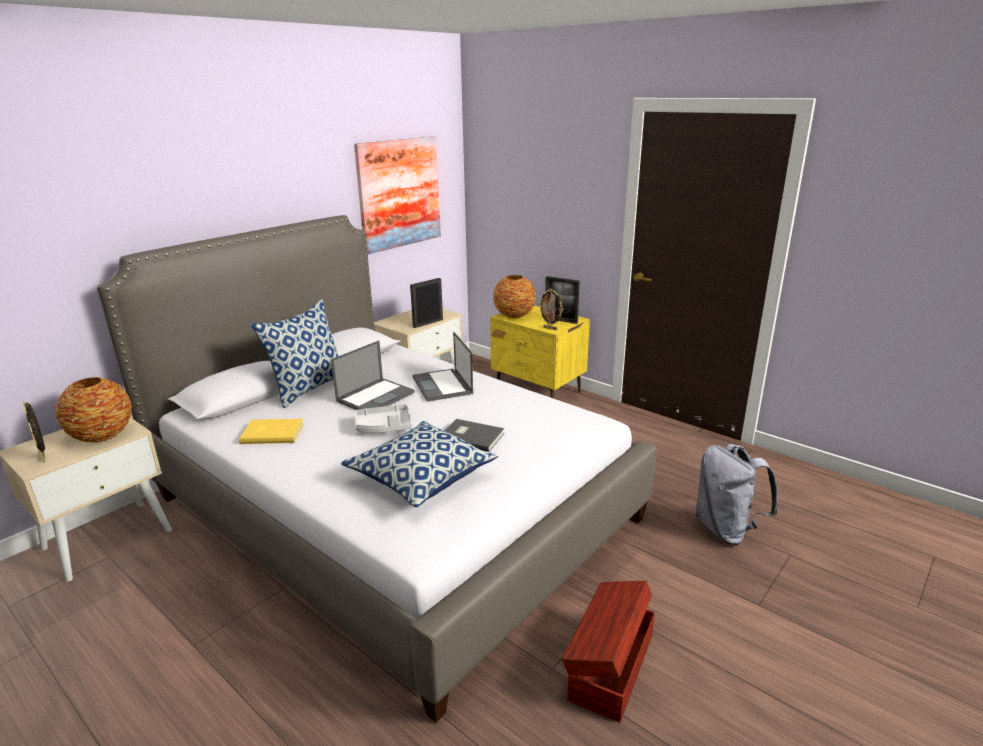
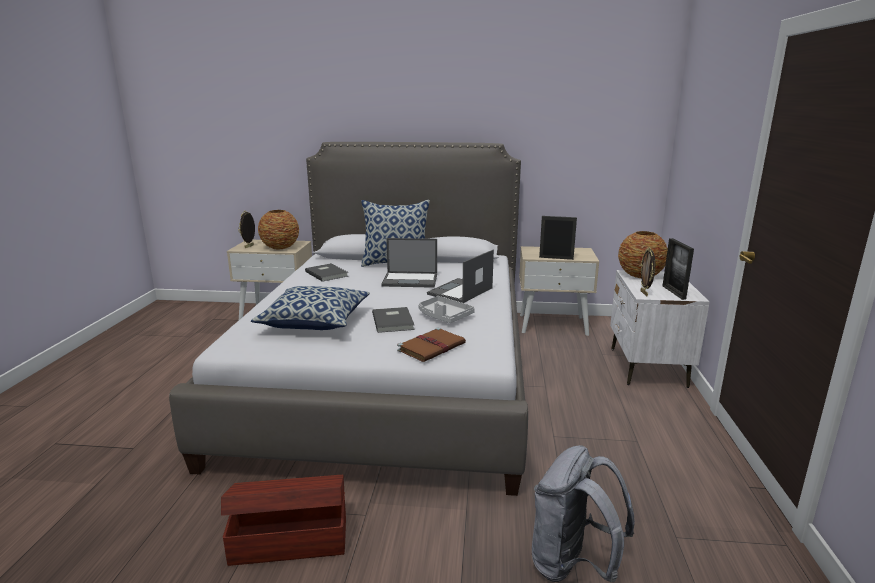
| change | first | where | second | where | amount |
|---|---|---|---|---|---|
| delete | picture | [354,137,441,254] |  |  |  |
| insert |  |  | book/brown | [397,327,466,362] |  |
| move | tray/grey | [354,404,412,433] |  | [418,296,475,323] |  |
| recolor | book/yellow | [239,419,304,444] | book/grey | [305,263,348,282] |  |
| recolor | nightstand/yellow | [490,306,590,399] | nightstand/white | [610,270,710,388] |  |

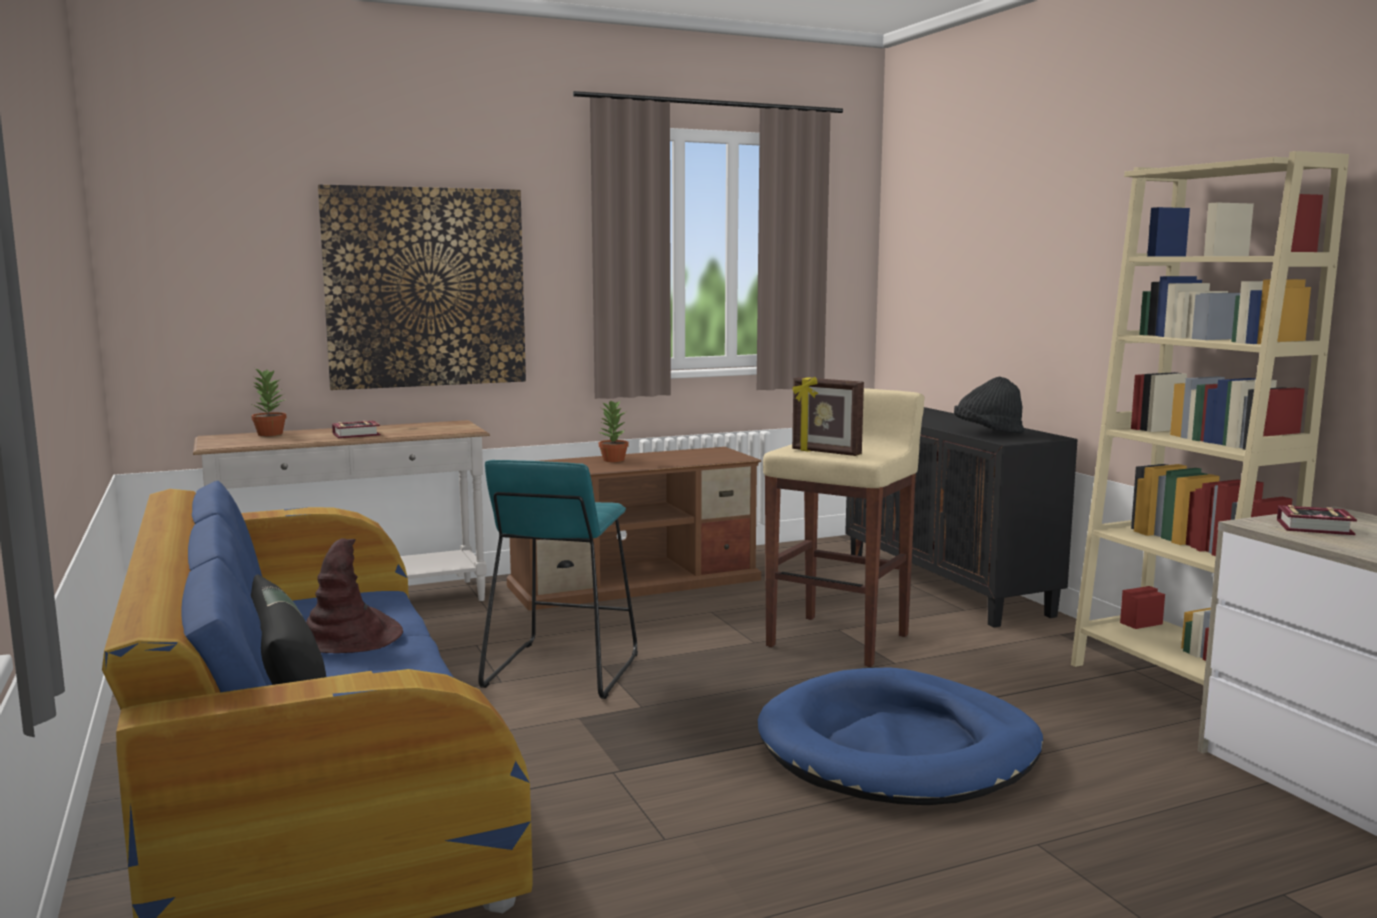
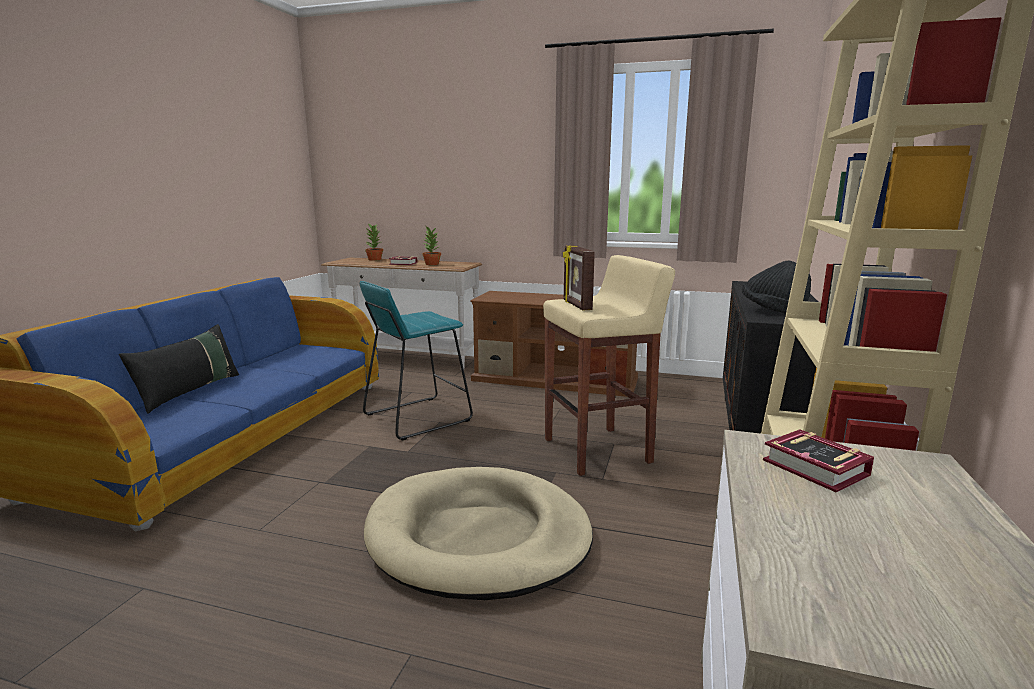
| change | first | where | second | where | amount |
|---|---|---|---|---|---|
| delete | hat/brown | [306,538,403,653] |  |  |  |
| delete | picture | [318,184,526,390] |  |  |  |
| move | potted plant | [598,400,629,462] |  | [422,227,441,265] |  |
| recolor | dog bed/blue | [758,667,1043,805] | dog bed/beige | [364,467,593,600] |  |

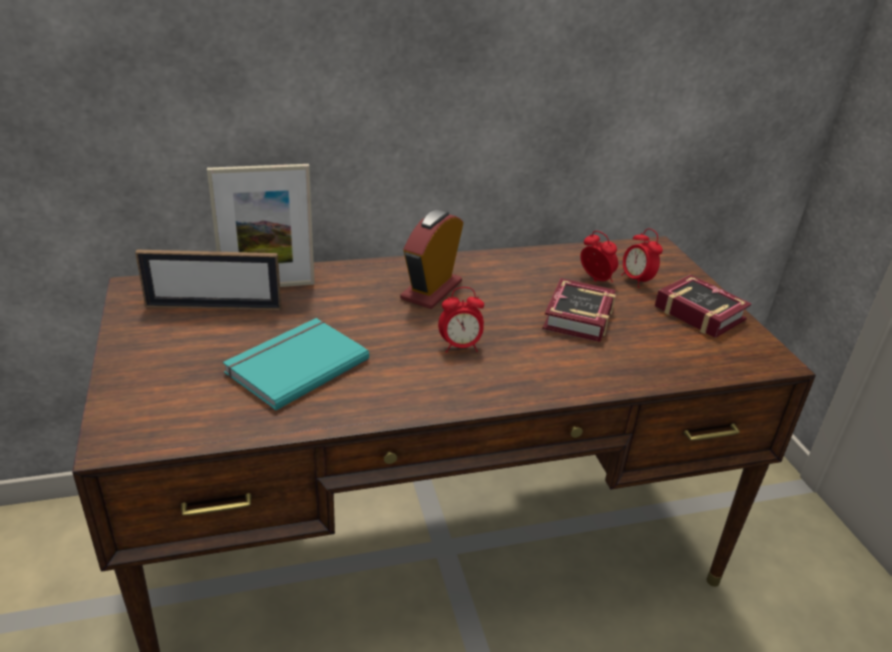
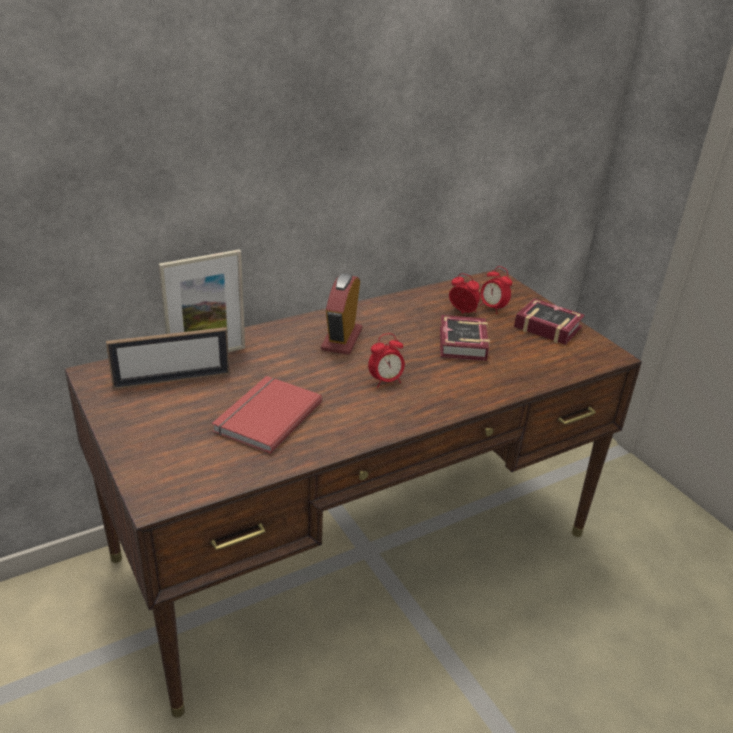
| change | first | where | second | where | amount |
|---|---|---|---|---|---|
| recolor | book/turquoise | [223,318,369,411] | book/red | [212,376,322,454] |  |

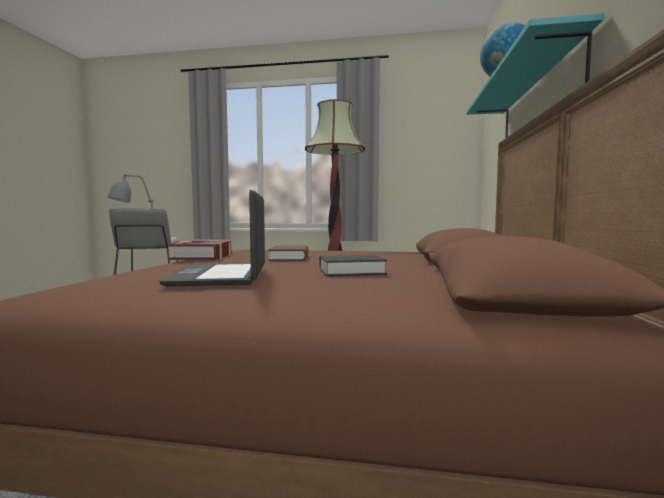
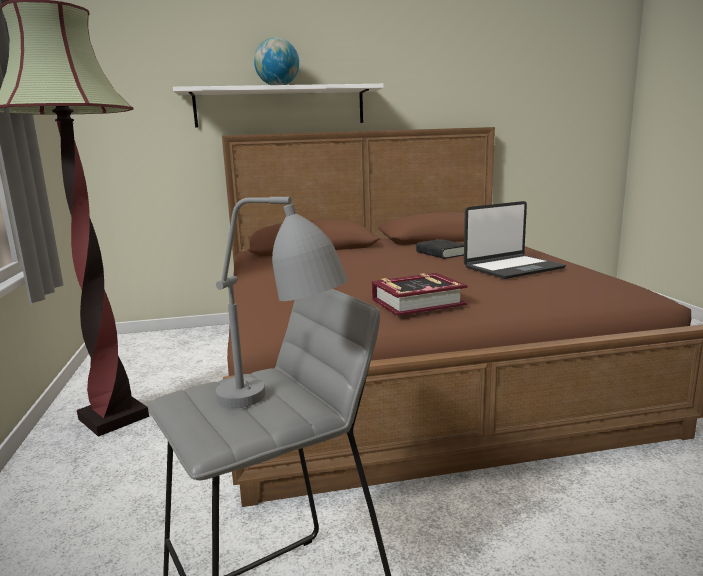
| change | first | where | second | where | amount |
|---|---|---|---|---|---|
| delete | book/brown | [268,246,309,261] |  |  |  |
| recolor | shelf/turquoise | [466,13,604,139] | shelf/white | [173,84,384,128] |  |

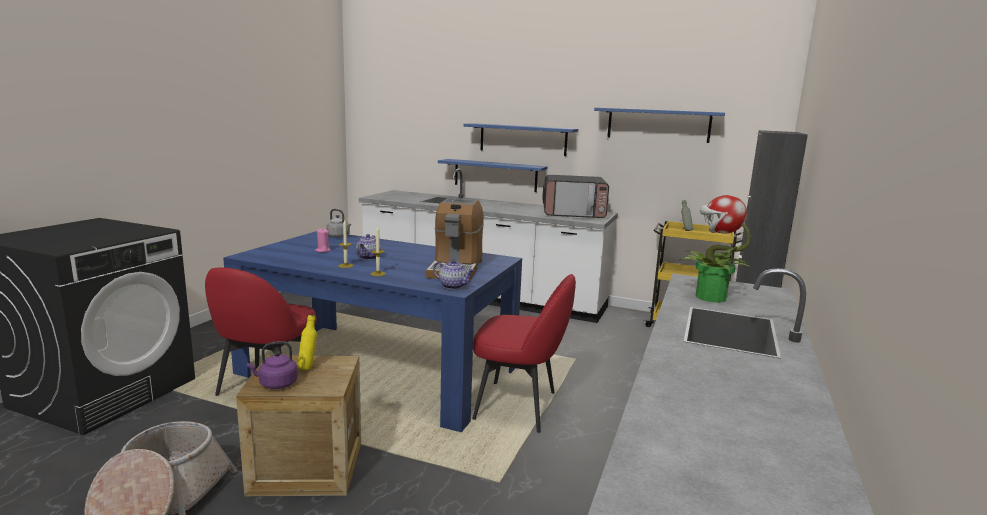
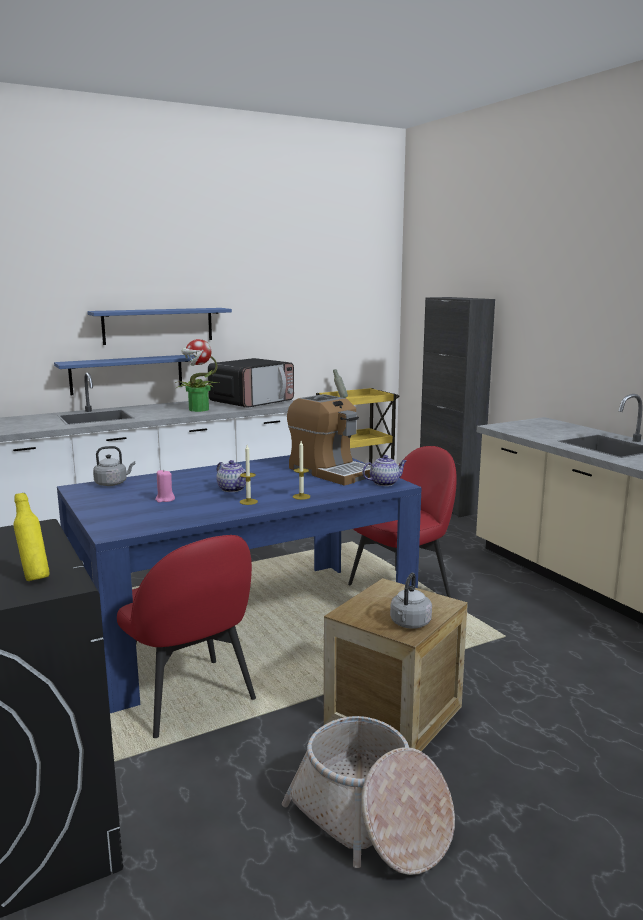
| change | first | where | second | where | amount |
|---|---|---|---|---|---|
| delete | shelf/blue | [594,108,725,143] |  |  |  |
| move | bottle/yellow | [298,315,317,370] |  | [14,493,50,581] |  |
| move | potted plant | [679,195,751,303] |  | [175,339,219,412] |  |
| recolor | kettle/purple | [247,341,298,389] | kettle/grey | [390,573,432,629] |  |

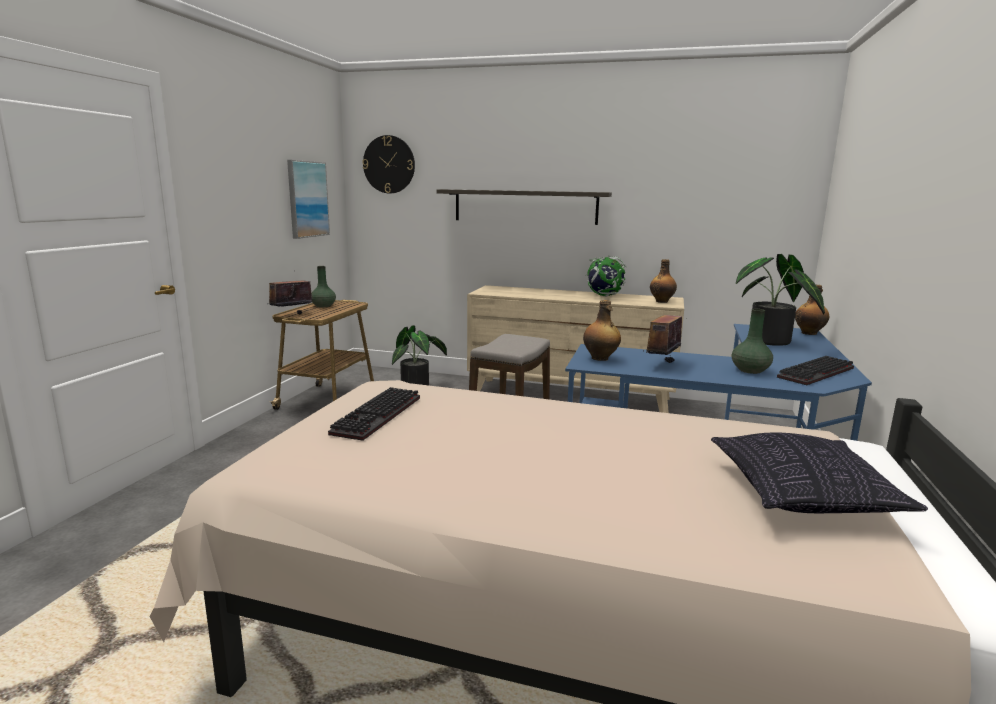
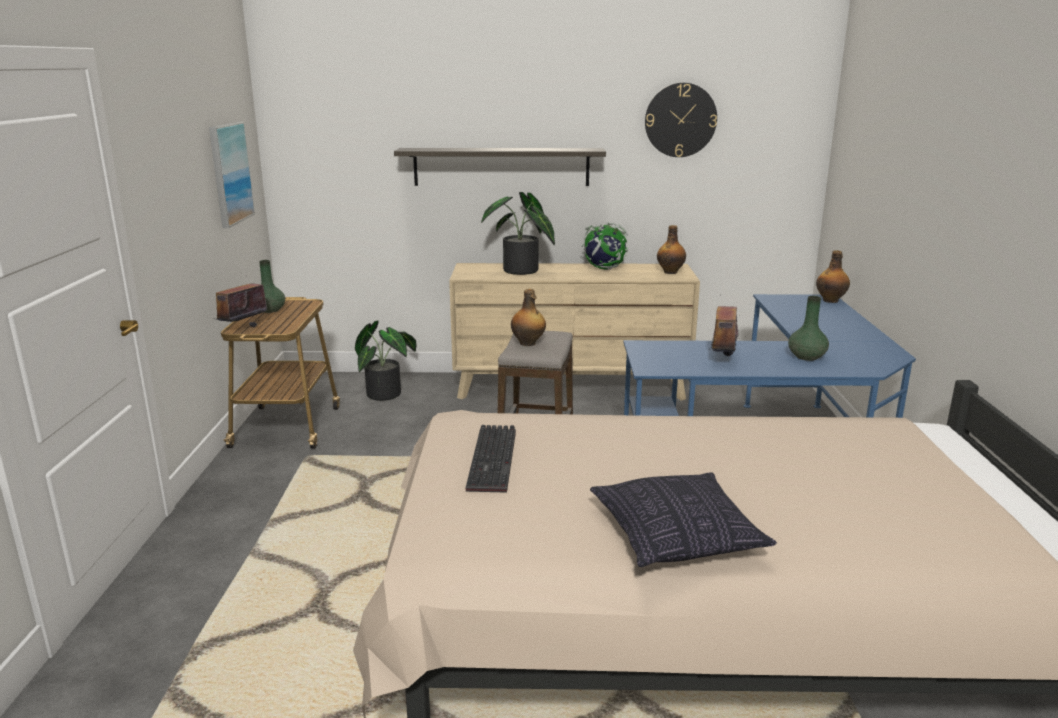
| change | first | where | second | where | amount |
|---|---|---|---|---|---|
| delete | keyboard | [777,356,854,385] |  |  |  |
| move | wall clock | [362,135,415,194] |  | [645,83,717,157] |  |
| move | bottle | [583,300,621,361] |  | [511,289,546,346] |  |
| move | pillow | [711,433,928,513] |  | [590,472,777,567] |  |
| move | potted plant | [736,254,825,346] |  | [481,192,555,275] |  |

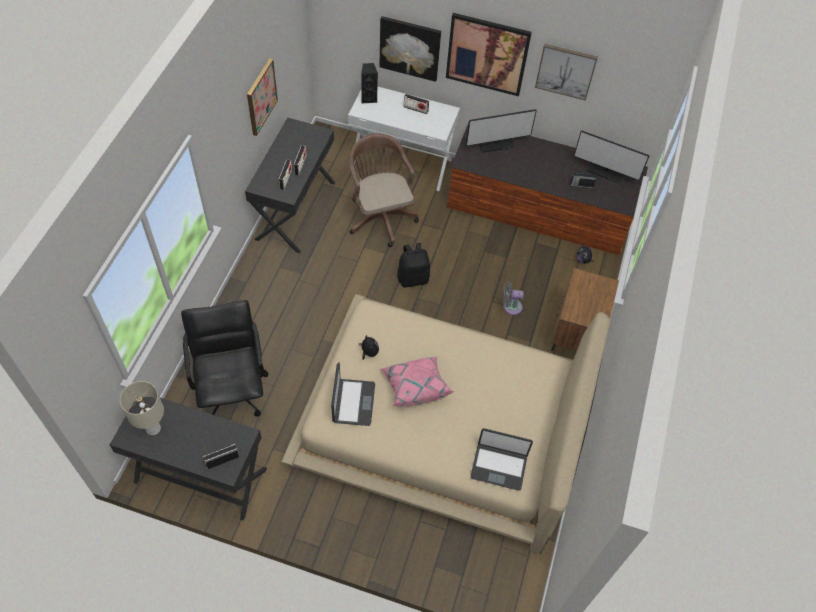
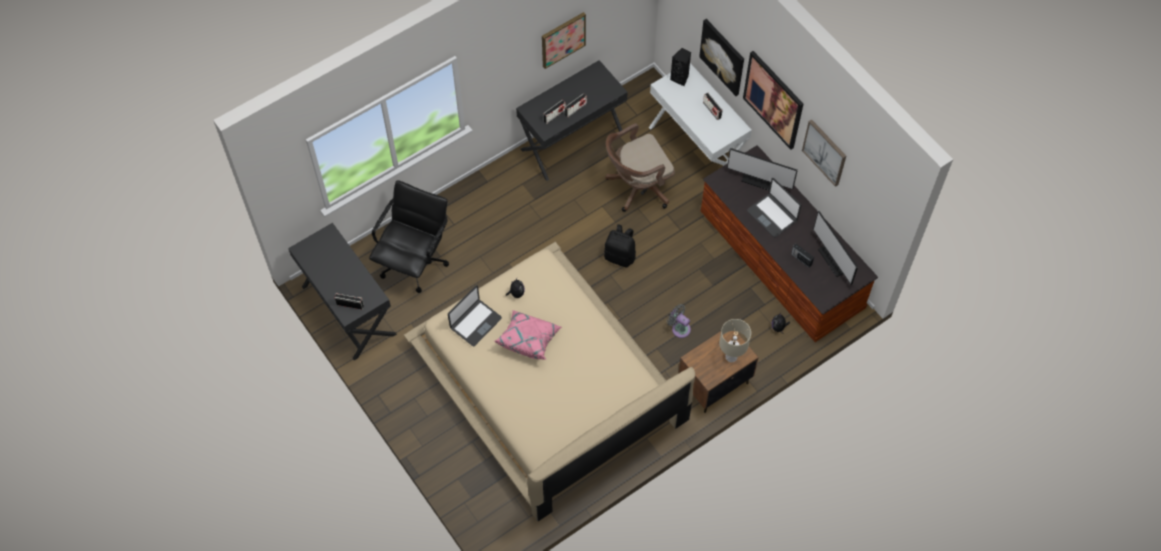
| change | first | where | second | where | amount |
|---|---|---|---|---|---|
| move | table lamp/beige | [120,381,164,435] |  | [719,319,751,362] |  |
| move | laptop | [471,428,533,491] |  | [747,178,801,238] |  |
| rotate | office chair/brown | [350,133,419,247] |  | [605,123,675,212] | 135 degrees counterclockwise |

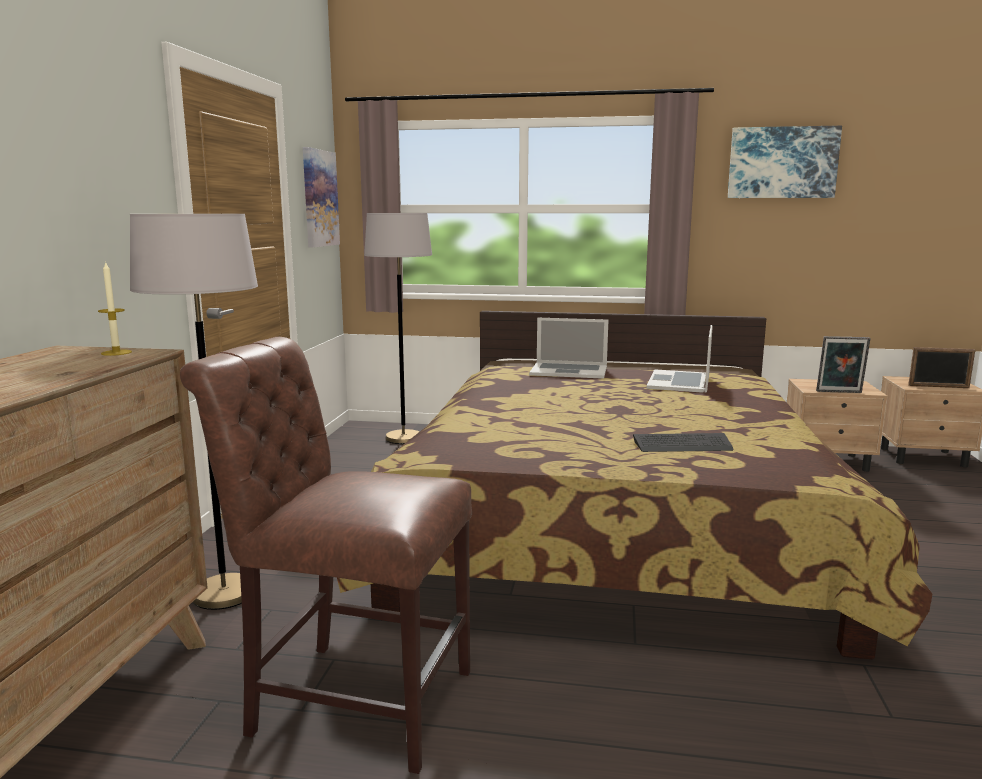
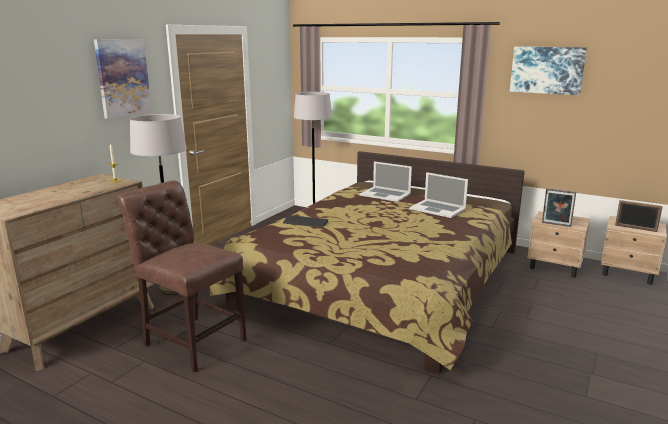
| change | first | where | second | where | amount |
|---|---|---|---|---|---|
| move | picture | [303,147,340,248] |  | [94,39,152,119] |  |
| move | keyboard | [633,433,734,452] |  | [283,215,328,228] |  |
| rotate | laptop | [647,325,713,393] |  | [409,172,468,218] | 90 degrees counterclockwise |

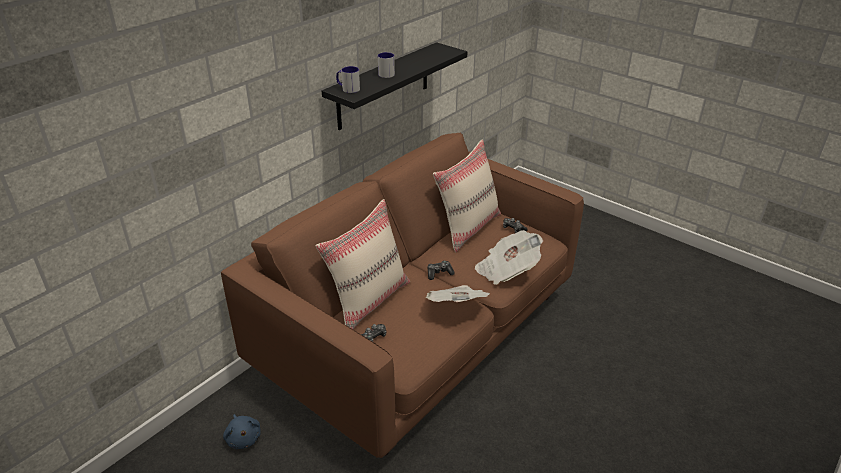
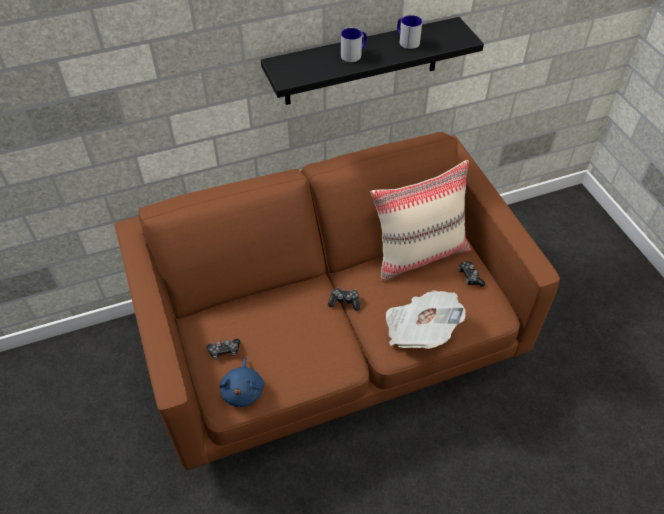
| change | first | where | second | where | amount |
|---|---|---|---|---|---|
| delete | pillow/beige | [316,199,410,329] |  |  |  |
| delete | newspaper | [426,285,490,302] |  |  |  |
| move | plush toy/blue | [223,414,261,449] |  | [219,358,264,407] |  |
| move | mug | [336,66,360,93] |  | [397,15,422,49] |  |

